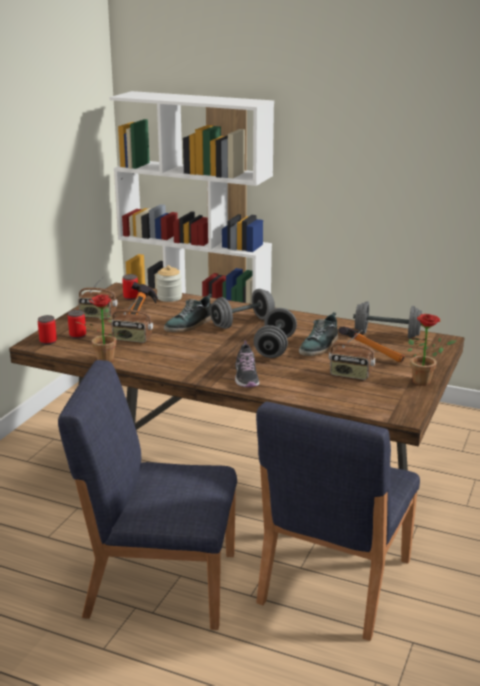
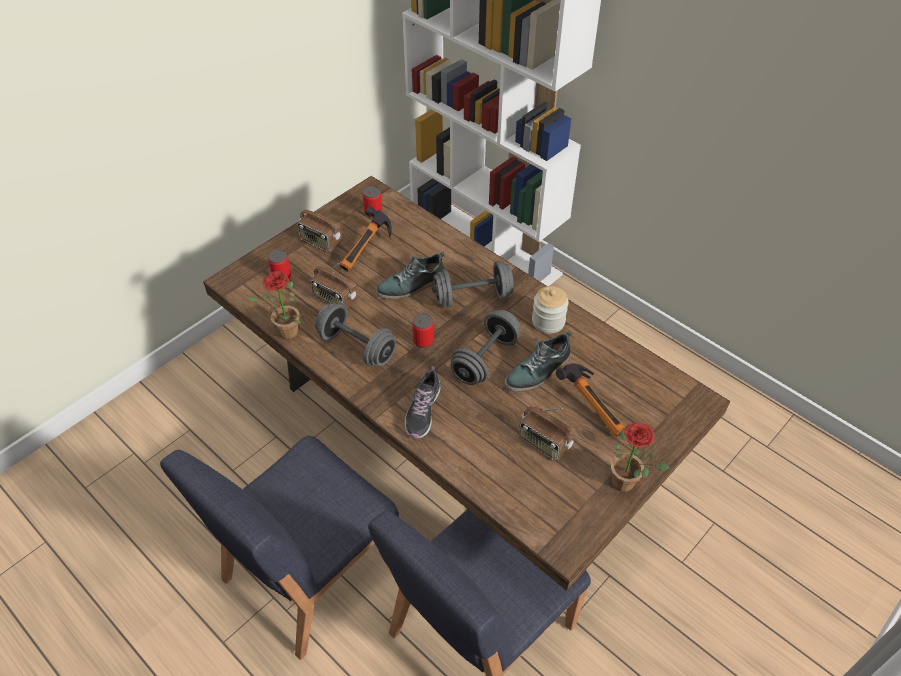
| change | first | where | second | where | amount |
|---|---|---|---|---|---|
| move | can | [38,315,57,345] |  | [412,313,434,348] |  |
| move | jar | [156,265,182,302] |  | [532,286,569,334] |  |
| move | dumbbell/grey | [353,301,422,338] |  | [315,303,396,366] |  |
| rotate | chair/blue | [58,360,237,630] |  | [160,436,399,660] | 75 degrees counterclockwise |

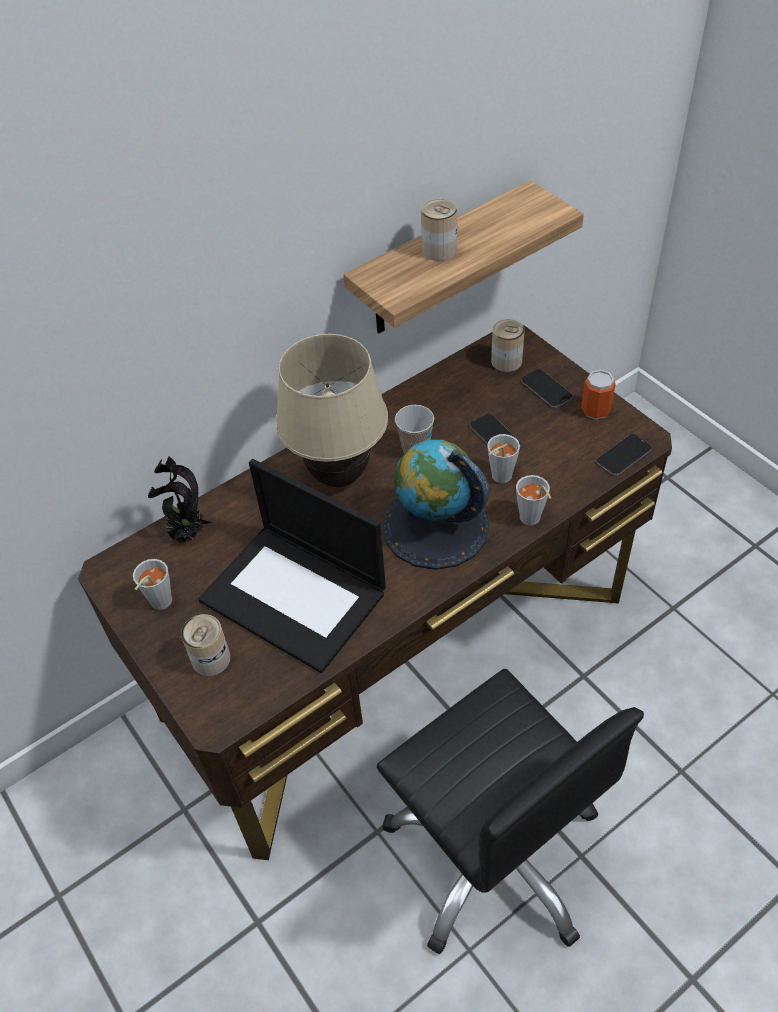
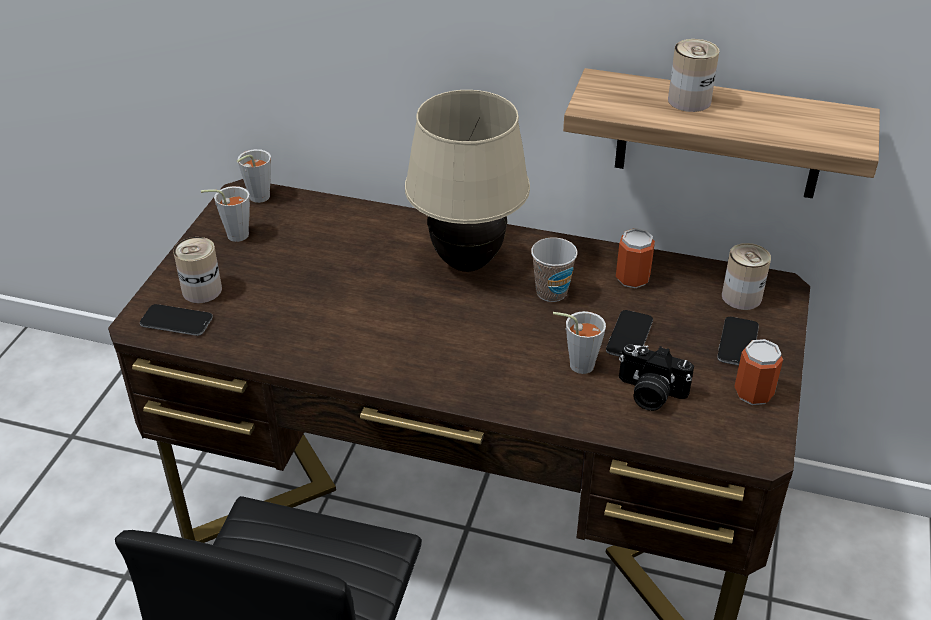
| change | first | where | second | where | amount |
|---|---|---|---|---|---|
| delete | potted plant | [148,456,211,543] |  |  |  |
| delete | laptop | [198,459,386,673] |  |  |  |
| delete | globe | [382,440,490,570] |  |  |  |
| insert |  |  | can | [616,228,655,288] |  |
| insert |  |  | photo camera | [619,344,694,411] |  |
| move | cup/grey | [516,475,551,525] |  | [237,149,271,203] |  |
| move | phone | [597,434,652,476] |  | [140,304,213,336] |  |

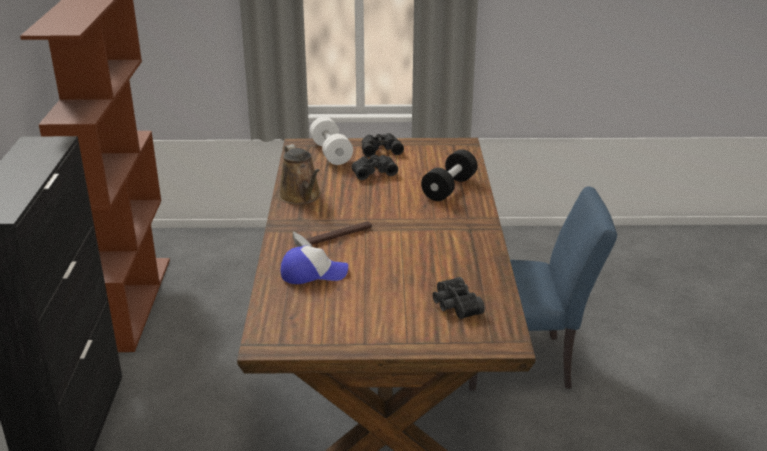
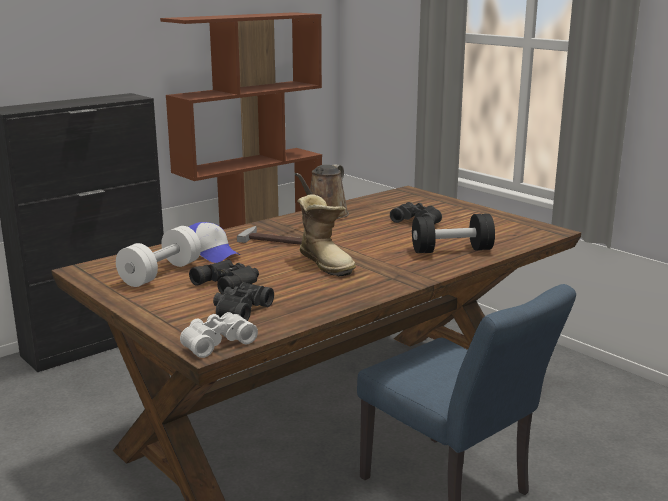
| change | first | where | second | where | amount |
|---|---|---|---|---|---|
| insert |  |  | binoculars/white | [180,312,258,358] |  |
| insert |  |  | boot | [297,194,356,277] |  |
| move | dumbbell/white | [310,117,353,165] |  | [116,226,201,287] |  |
| move | binoculars/black | [362,133,404,157] |  | [189,260,259,295] |  |

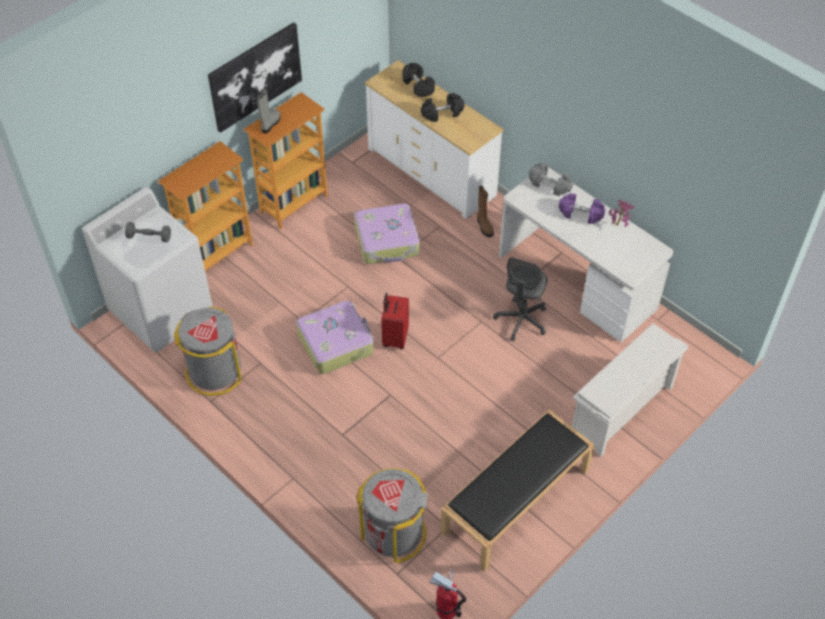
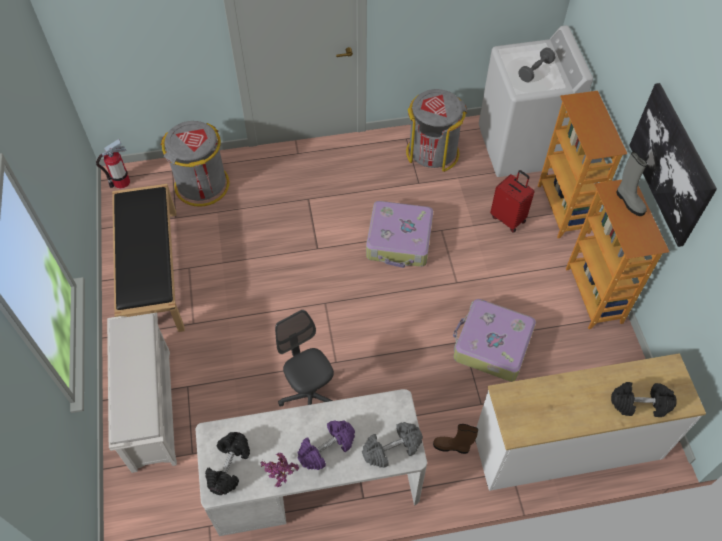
| change | first | where | second | where | amount |
|---|---|---|---|---|---|
| move | suitcase/red | [381,293,409,349] |  | [490,170,534,233] |  |
| move | dumbbell/black | [421,93,464,122] |  | [205,432,250,495] |  |

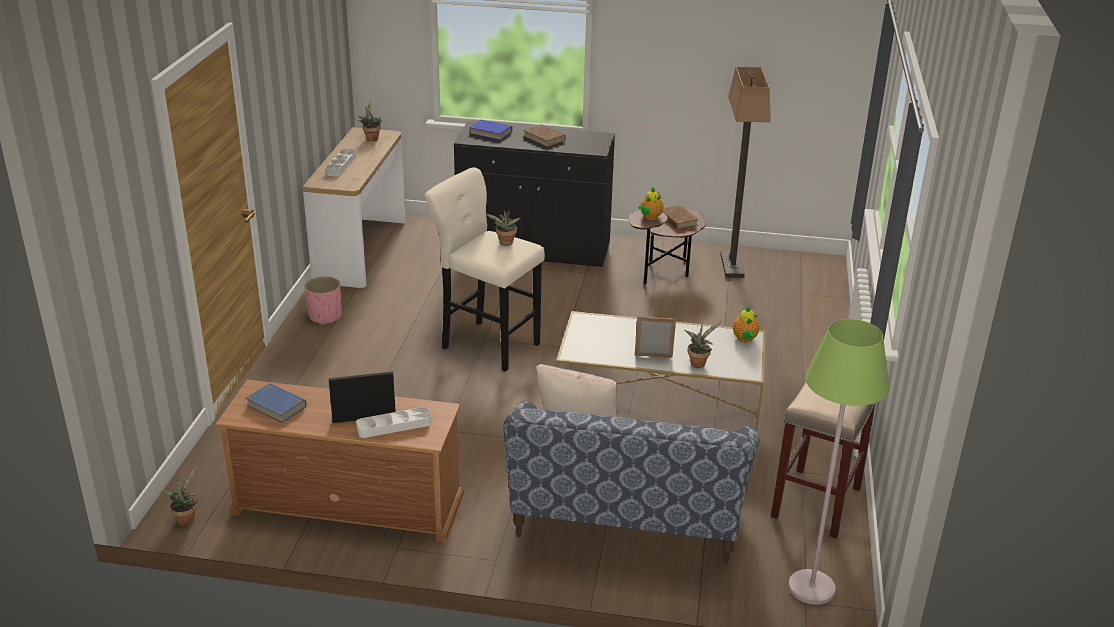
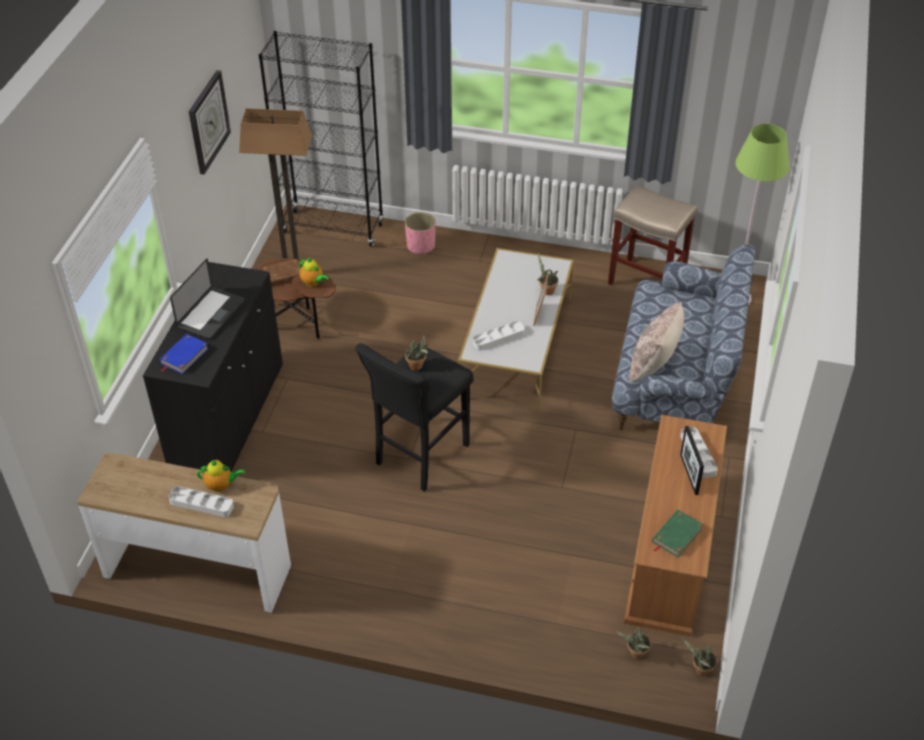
| change | first | where | second | where | amount |
|---|---|---|---|---|---|
| insert |  |  | wall clock | [189,70,231,175] |  |
| insert |  |  | bookcase/black | [259,31,384,247] |  |
| insert |  |  | tray/white | [473,321,525,351] |  |
| move | planter/pink | [304,276,342,325] |  | [405,212,435,255] |  |
| move | potted plant | [358,100,382,141] |  | [615,627,651,659] |  |
| move | teapot | [733,306,759,343] |  | [197,460,245,492] |  |
| replace | book/brown | [524,124,566,147] | laptop | [170,259,245,340] |  |
| recolor | book/blue | [245,383,307,423] | book/green | [652,510,703,558] |  |
| recolor | stool/beige | [425,167,545,372] | stool/black | [355,343,473,492] |  |

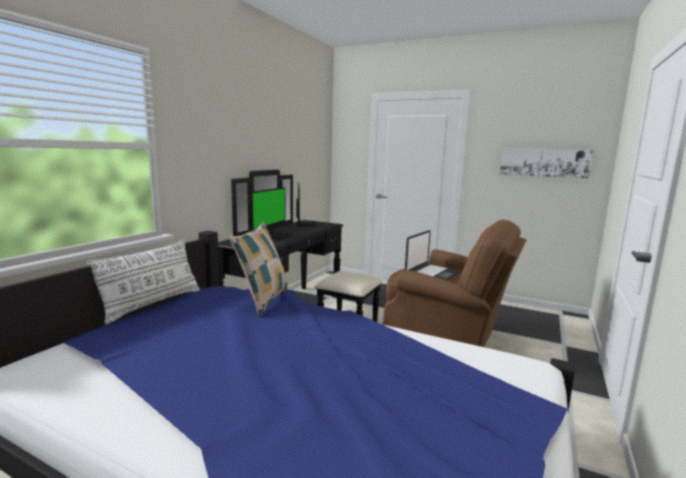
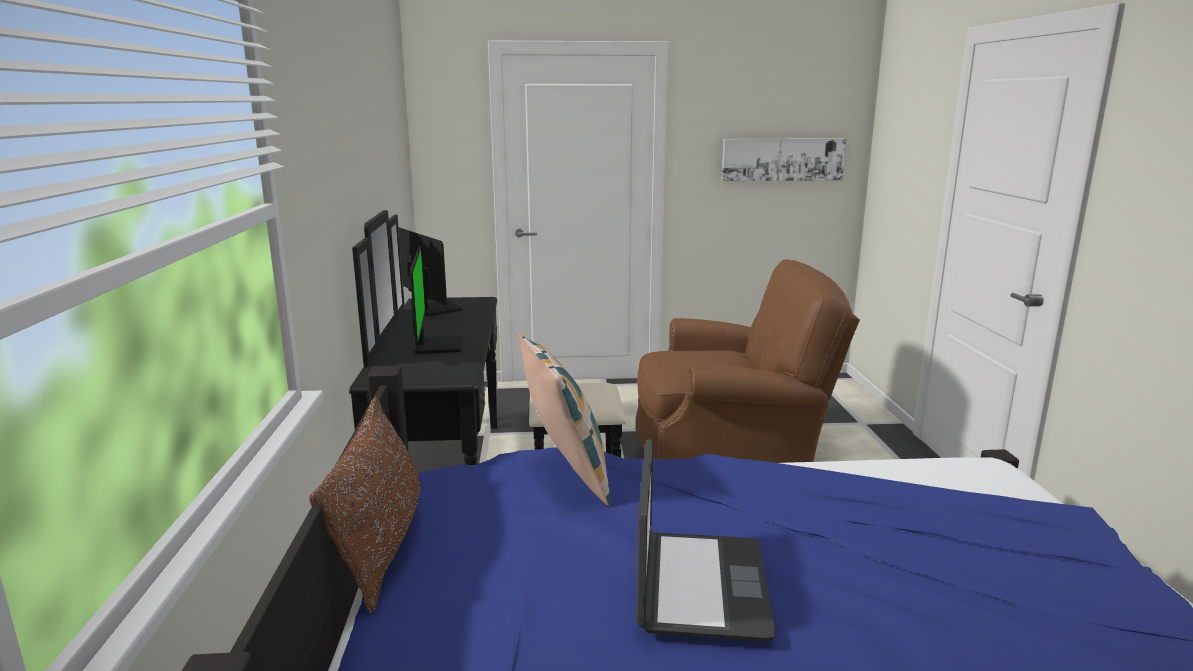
| change | first | where | second | where | amount |
|---|---|---|---|---|---|
| move | laptop | [405,230,461,281] |  | [636,438,776,642] |  |
| recolor | pillow/white | [87,240,200,325] | pillow/brown | [309,397,421,613] |  |

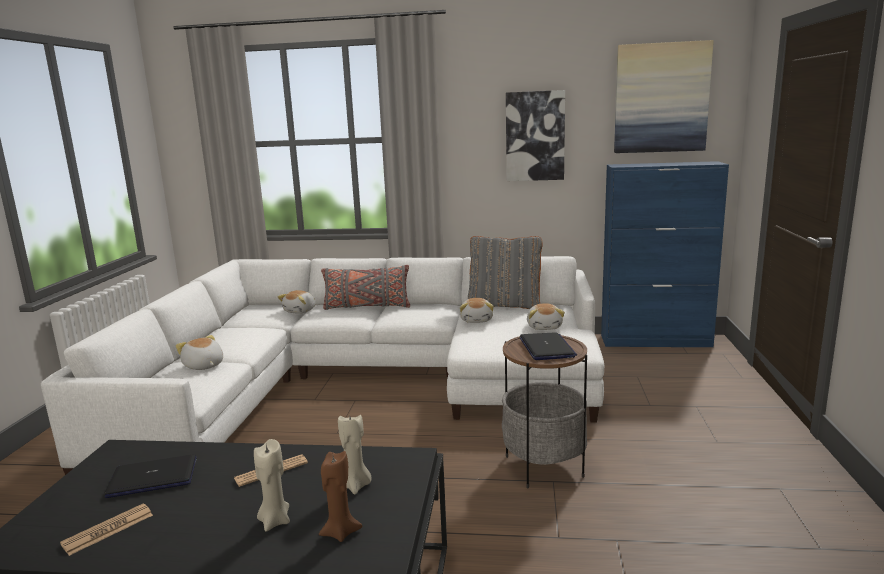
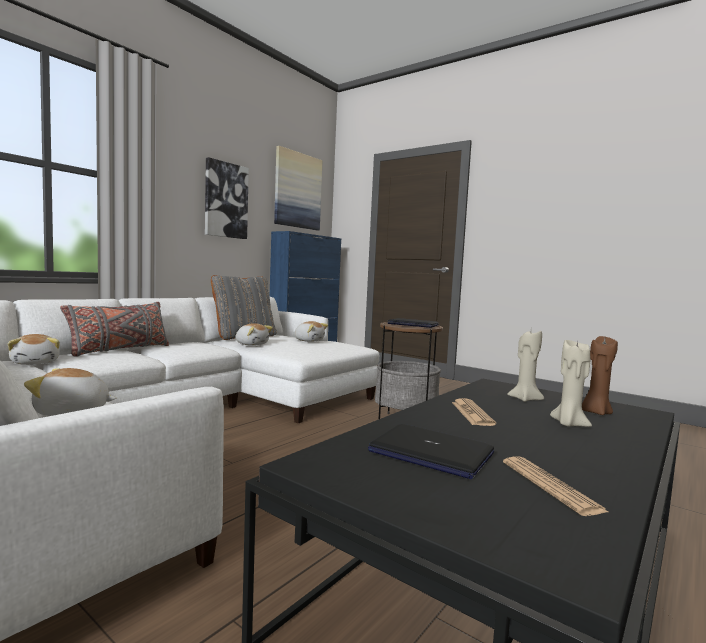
| change | first | where | second | where | amount |
|---|---|---|---|---|---|
| rotate | laptop | [105,454,197,498] |  | [368,424,494,479] | 75 degrees counterclockwise |

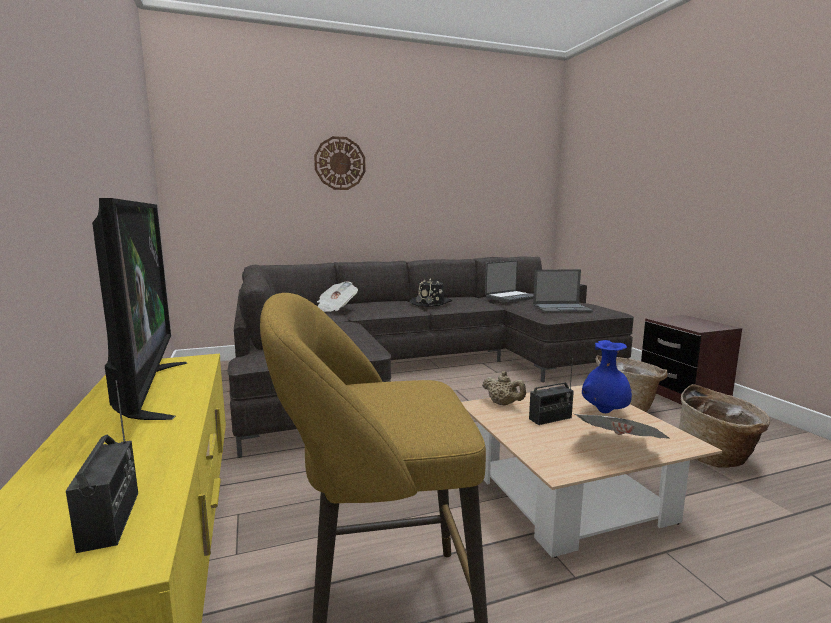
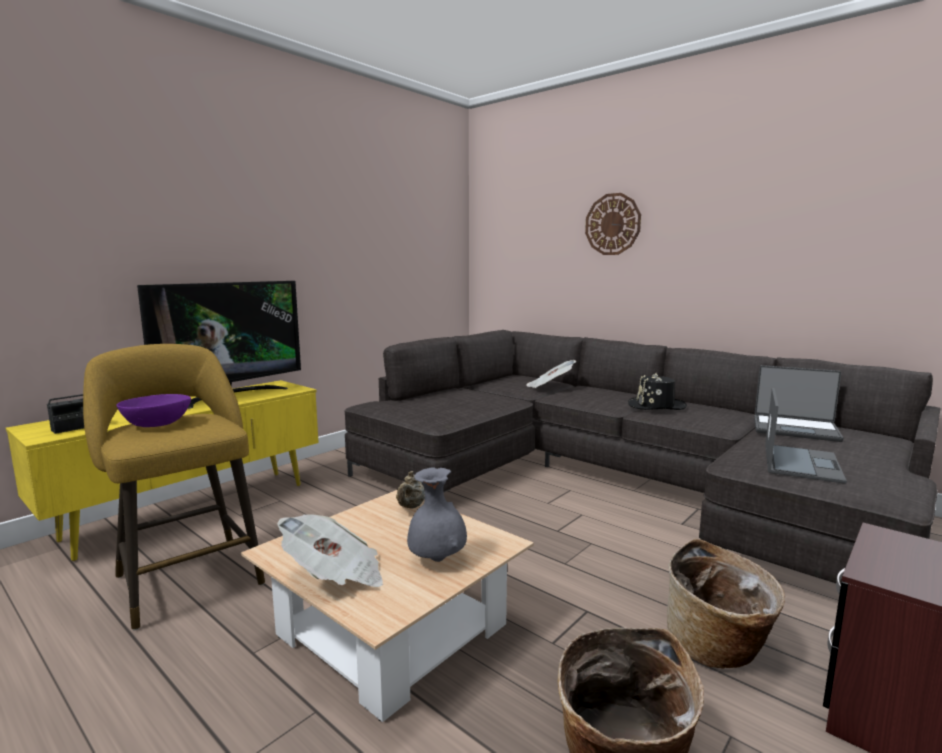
| change | first | where | second | where | amount |
|---|---|---|---|---|---|
| delete | radio | [529,359,574,425] |  |  |  |
| insert |  |  | bowl/purple | [117,394,191,427] |  |
| recolor | vase/blue | [582,340,632,413] | vase/grey | [407,467,467,562] |  |
| rotate | laptop | [533,269,593,313] |  | [765,388,847,484] | 120 degrees counterclockwise |

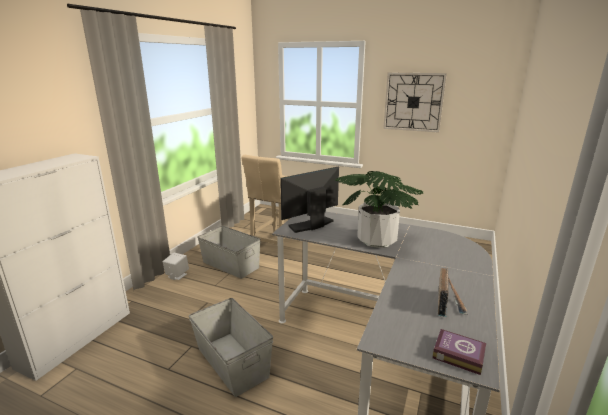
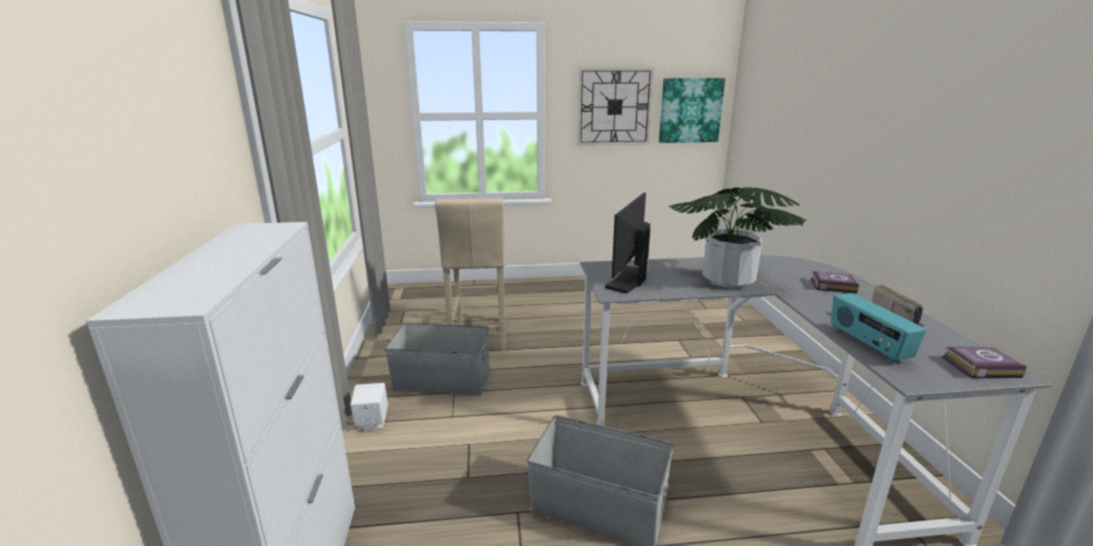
| change | first | where | second | where | amount |
|---|---|---|---|---|---|
| insert |  |  | picture | [659,78,725,143] |  |
| insert |  |  | book | [811,271,859,294] |  |
| insert |  |  | radio | [831,293,926,364] |  |

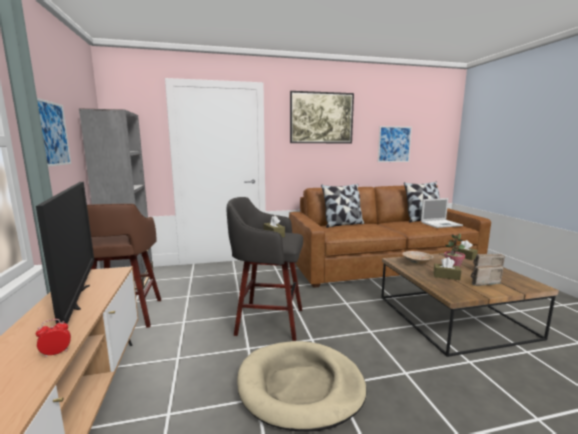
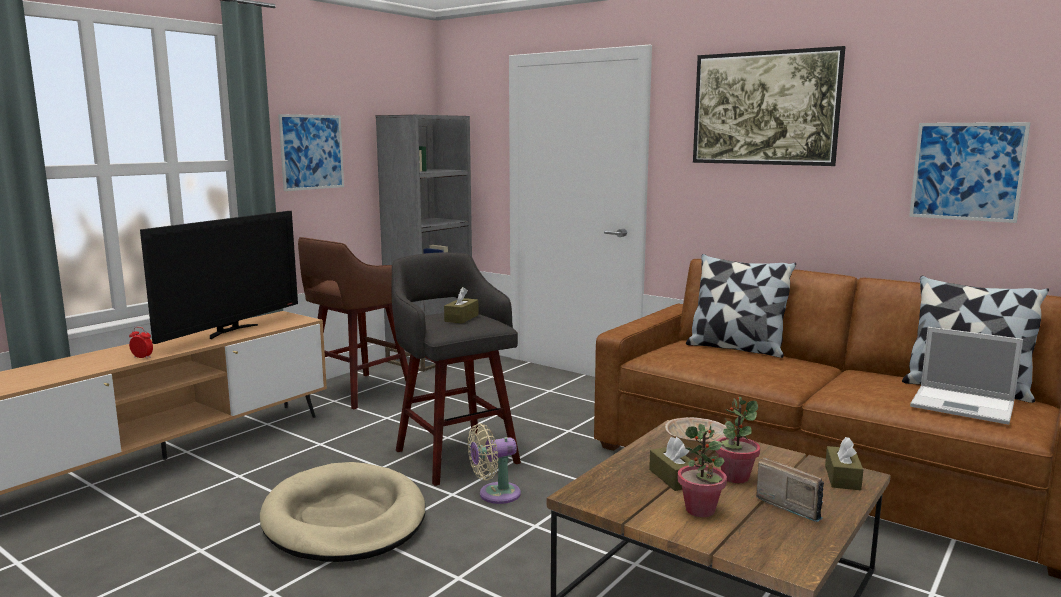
| change | first | where | second | where | amount |
|---|---|---|---|---|---|
| insert |  |  | fan/beige | [468,423,521,504] |  |
| replace | radio | [471,265,504,286] | potted plant | [678,424,727,517] |  |

